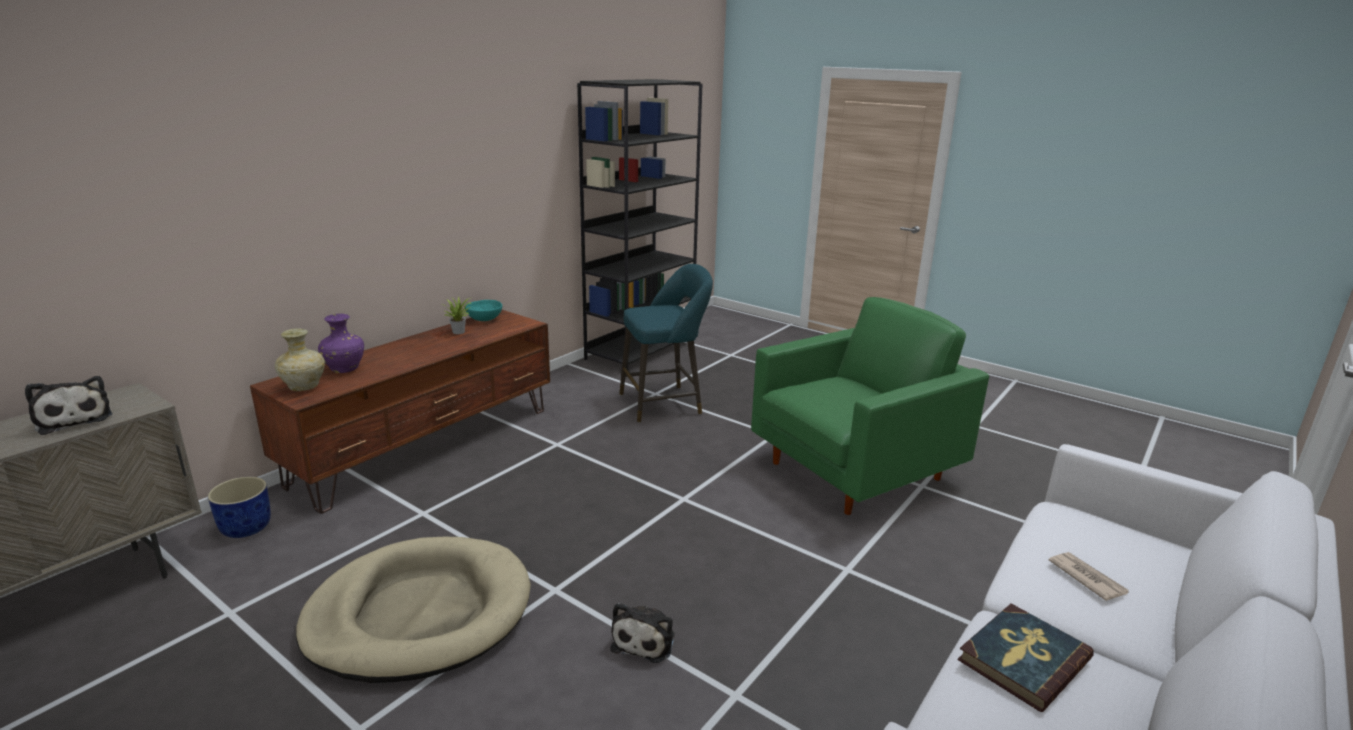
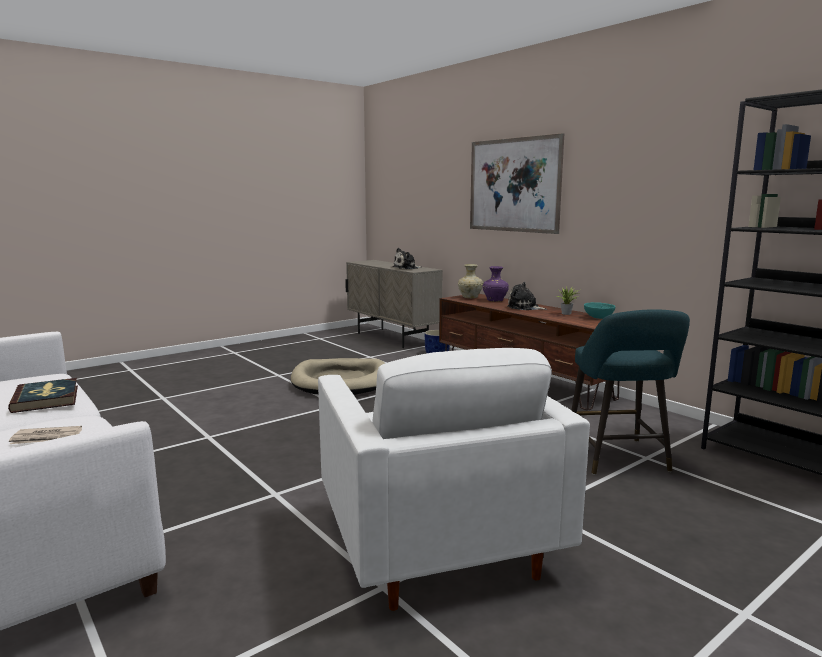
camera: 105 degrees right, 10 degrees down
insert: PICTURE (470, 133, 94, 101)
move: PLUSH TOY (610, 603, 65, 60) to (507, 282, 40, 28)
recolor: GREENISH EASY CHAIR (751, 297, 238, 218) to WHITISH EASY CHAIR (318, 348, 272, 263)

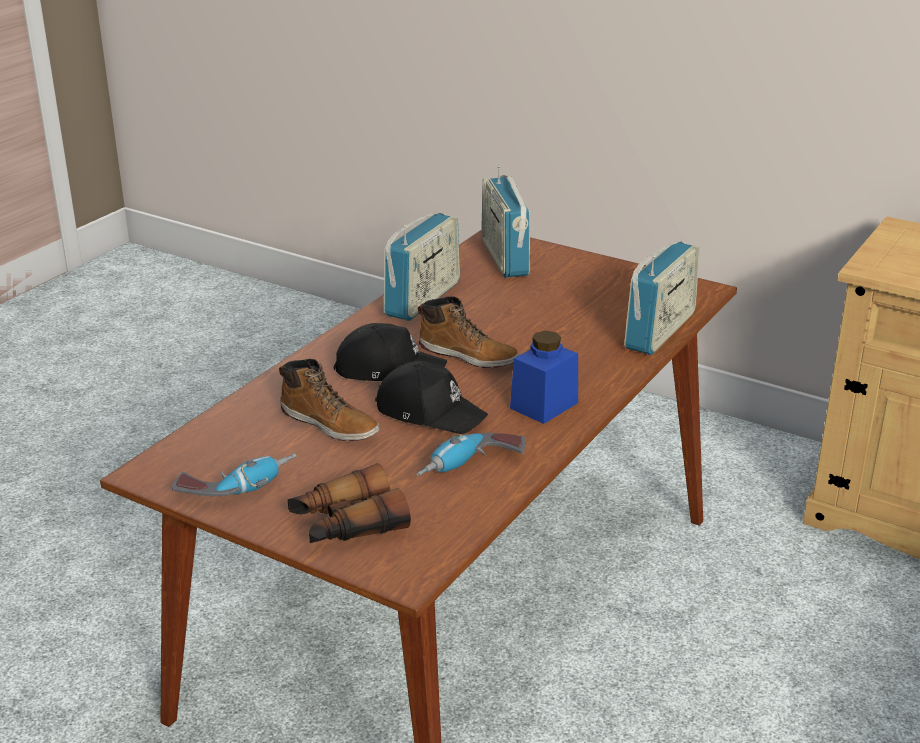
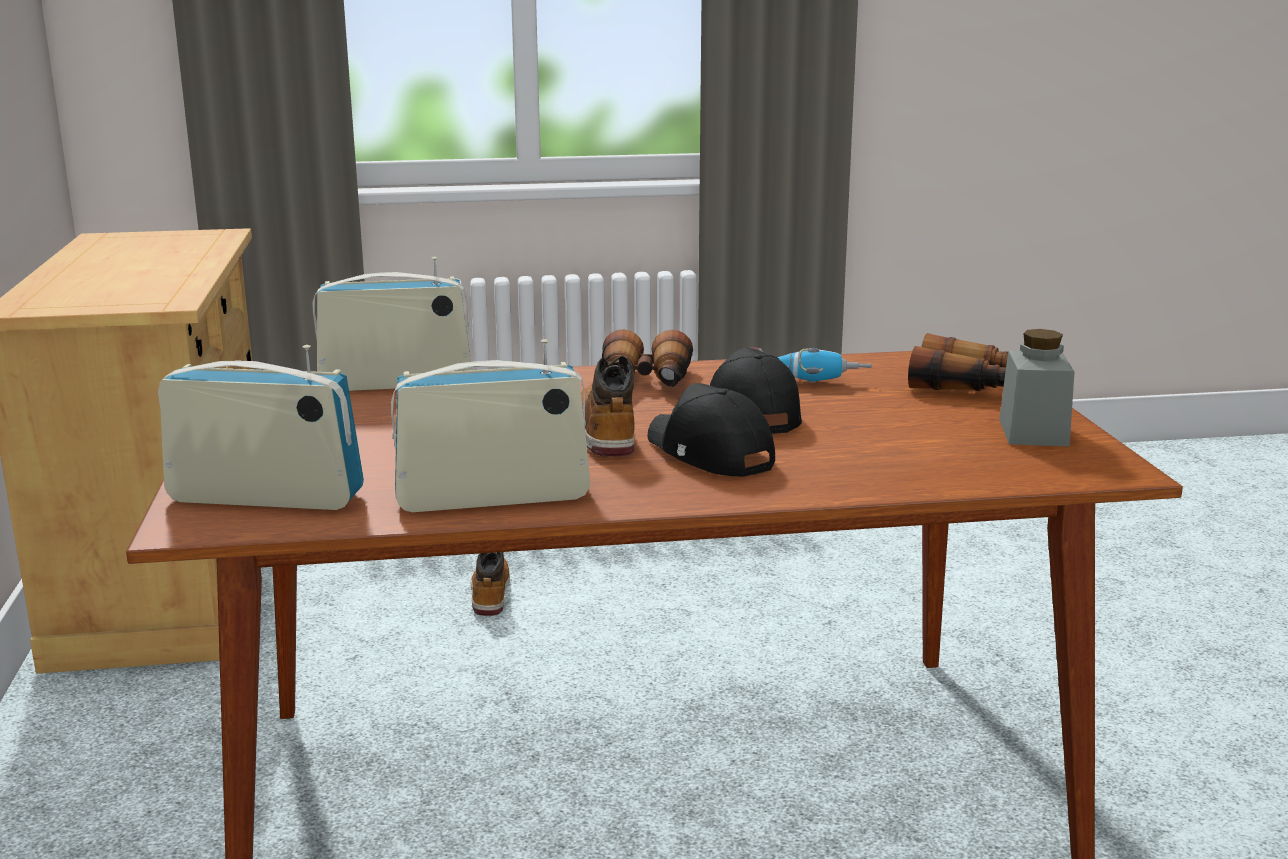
camera: 130 degrees left, 10 degrees down
move: HIGH-TOP BOOT (279, 359, 101, 82) to (471, 552, 39, 64)
replace: BLUE-COLOURED JAR (510, 331, 68, 93) to FIELD GLASSES (602, 329, 91, 58); POWER DRILL (172, 453, 125, 43) to GREY JAR (999, 329, 76, 118)
rotate: RADIO RECEIVER (481, 165, 49, 113) = (158, 345, 206, 165) 120 degrees counterclockwise

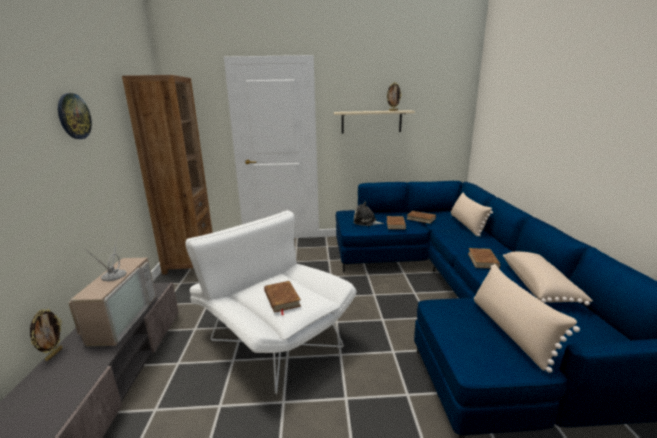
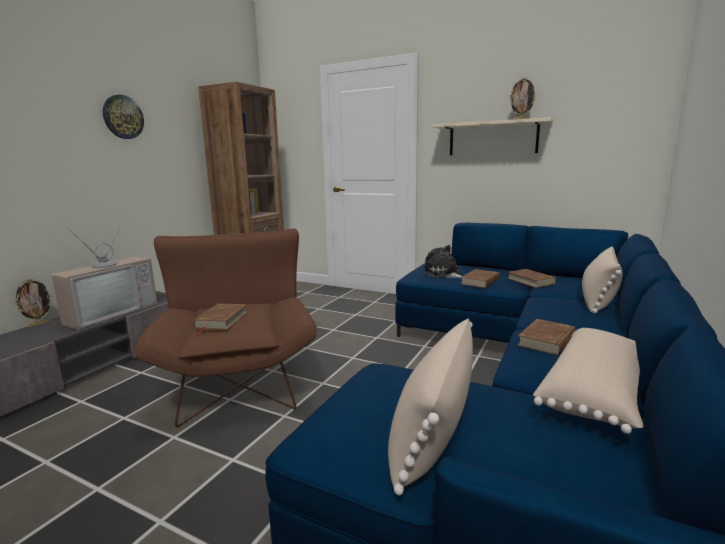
camera: 30 degrees right, 5 degrees down
recolor: WHITISH EASY CHAIR (185, 210, 172, 184) to BROWN-COLOURED EASY CHAIR (134, 228, 183, 199)

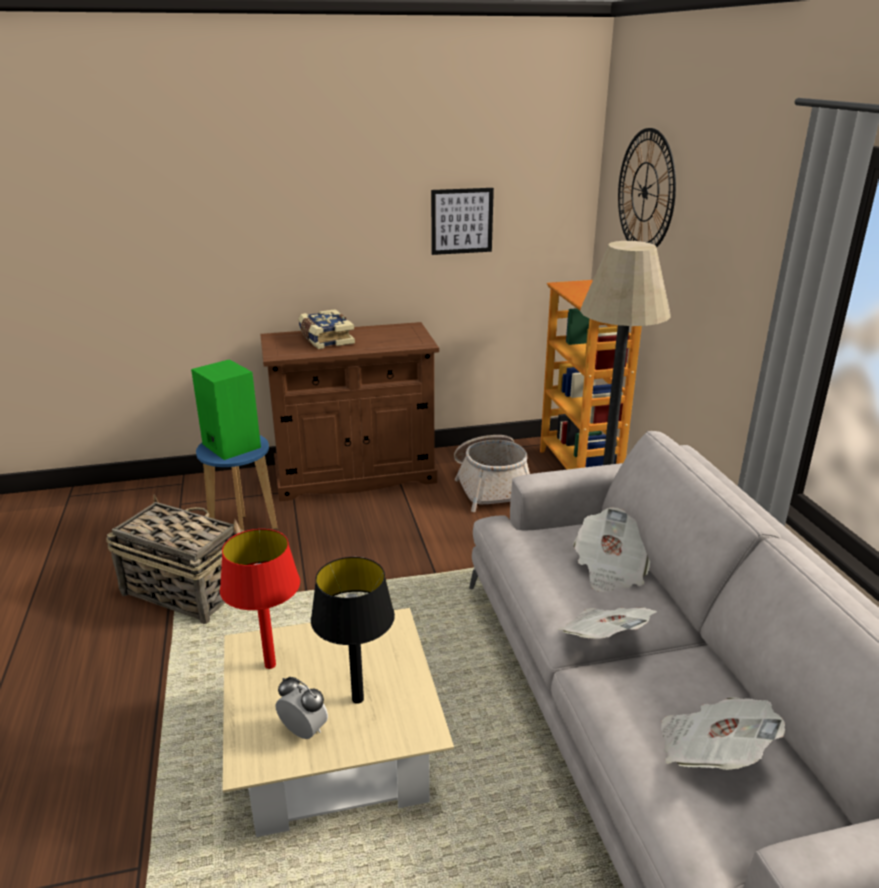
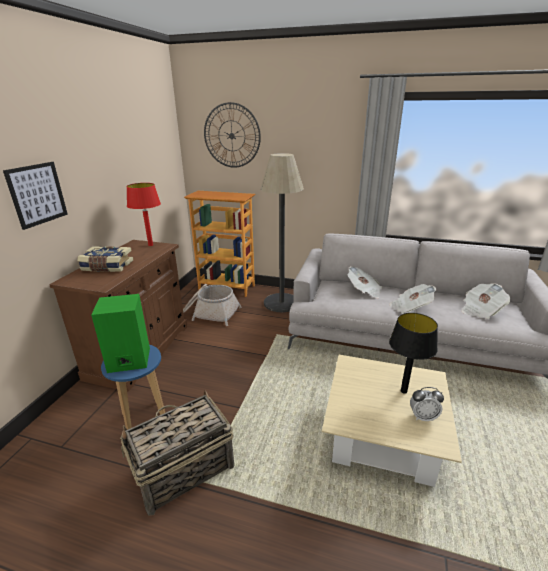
camera: 60 degrees left, 0 degrees up
move: PICTURE (431, 188, 63, 67) to (3, 162, 65, 68); REDDISH TABLE LAMP (220, 529, 80, 140) to (127, 183, 34, 63)
rotate: ALARM CLOCK (275, 677, 53, 62) = (410, 387, 34, 34) 150 degrees counterclockwise

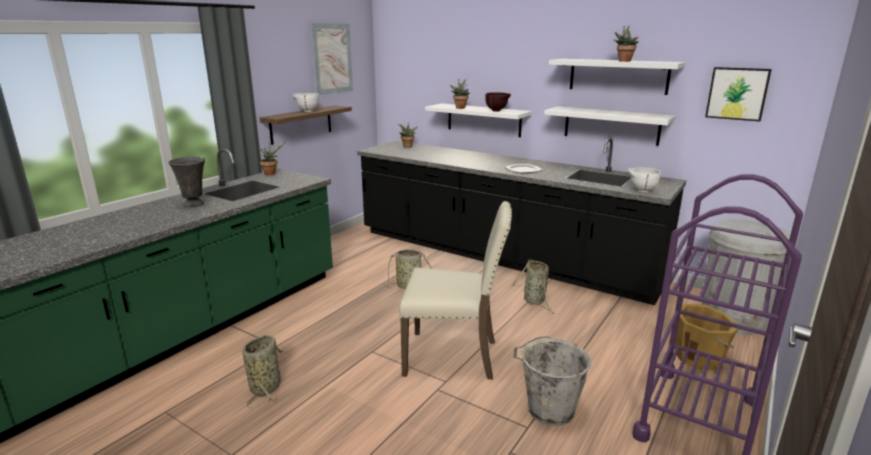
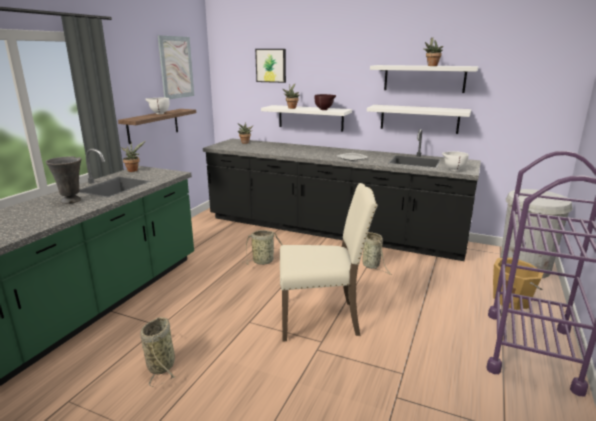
camera: 10 degrees left, 0 degrees up
delete: GREY PAIL (513, 336, 78, 90)
move: PICTURE (705, 67, 67, 55) to (255, 49, 31, 34)

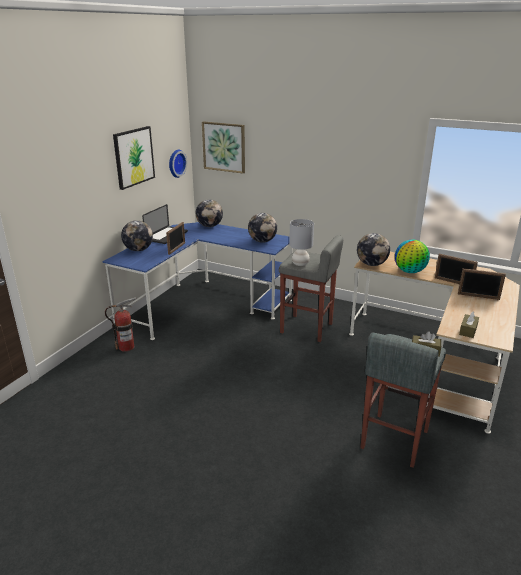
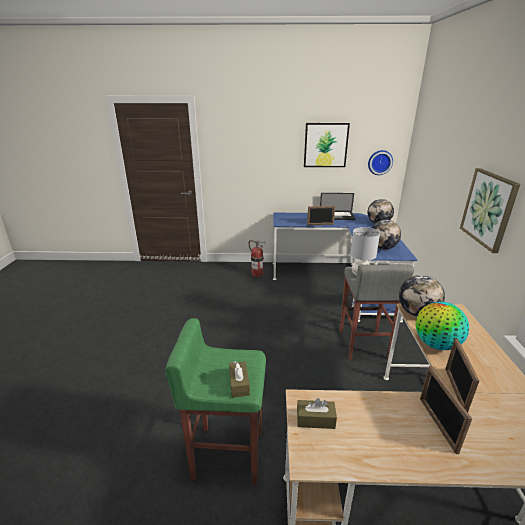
camera: 65 degrees right, 0 degrees up
delete: DESK GLOBE (121, 220, 32, 31)
move: PICTURE (202, 122, 43, 52) to (460, 168, 60, 85)
recolor: GREY STOOL SEAT (360, 332, 86, 136) to GREENISH STOOL SEAT (165, 318, 101, 167)

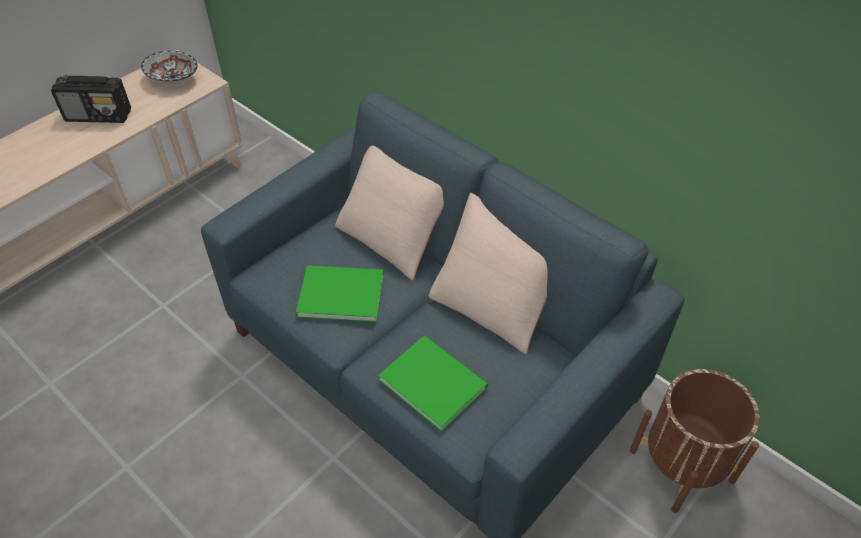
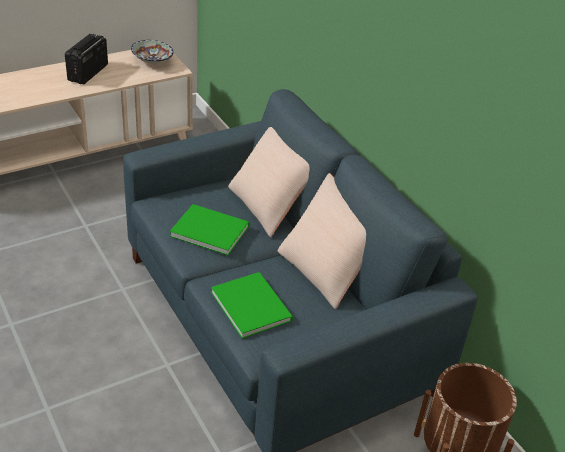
camera: 15 degrees right, 10 degrees down
rotate: RADIO RECEIVER (51, 75, 80, 48) = (65, 34, 43, 50) 90 degrees clockwise

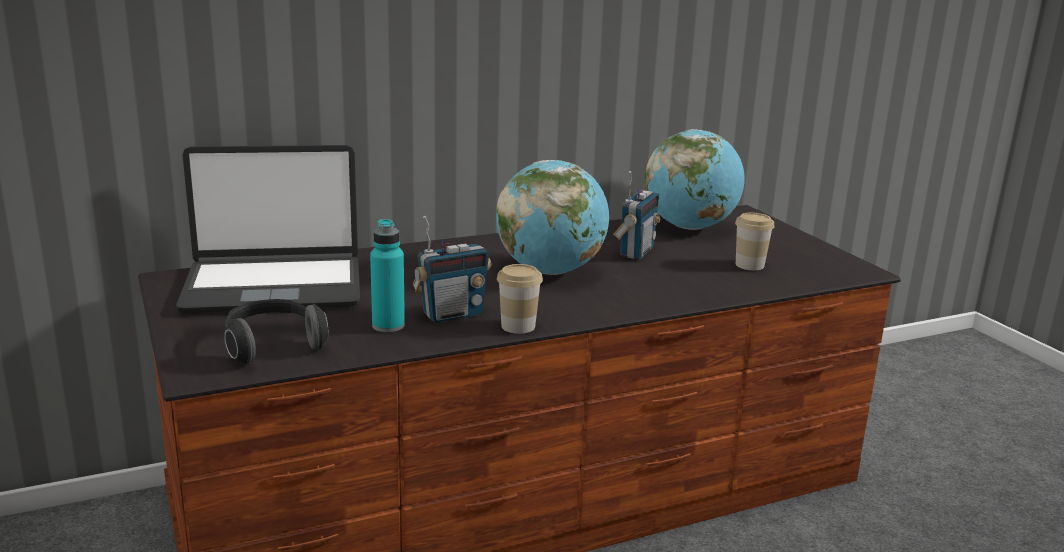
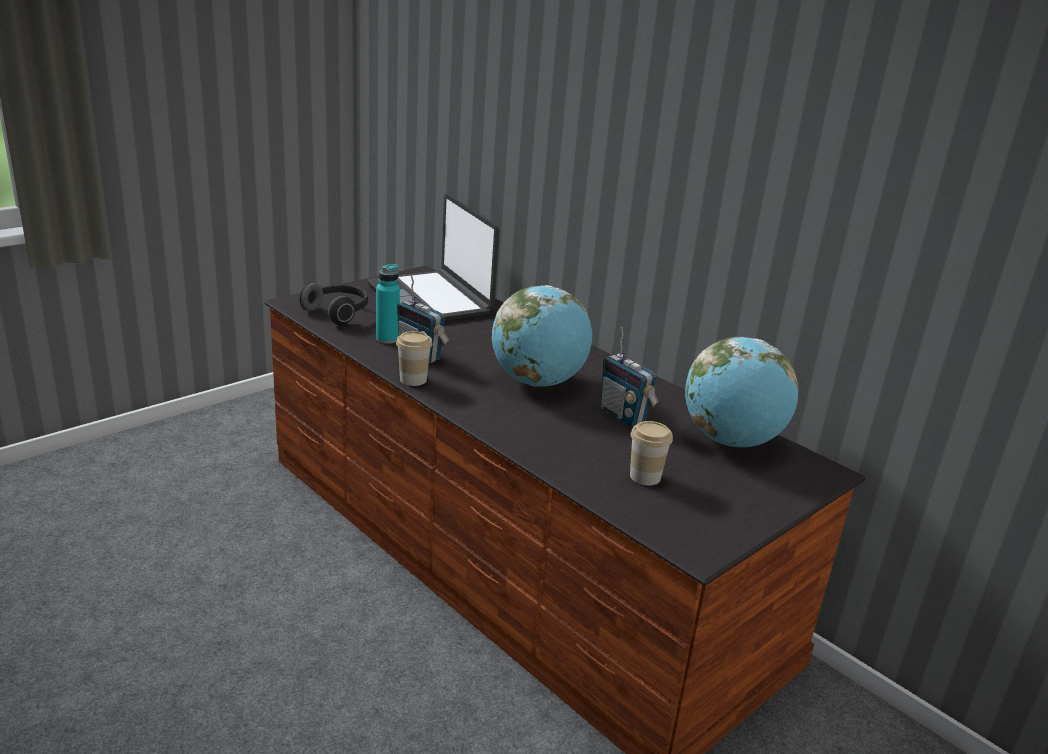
camera: 70 degrees right, 5 degrees up
rotate: RADIO RECEIVER (613, 171, 47, 88) = (601, 327, 58, 100) 45 degrees clockwise

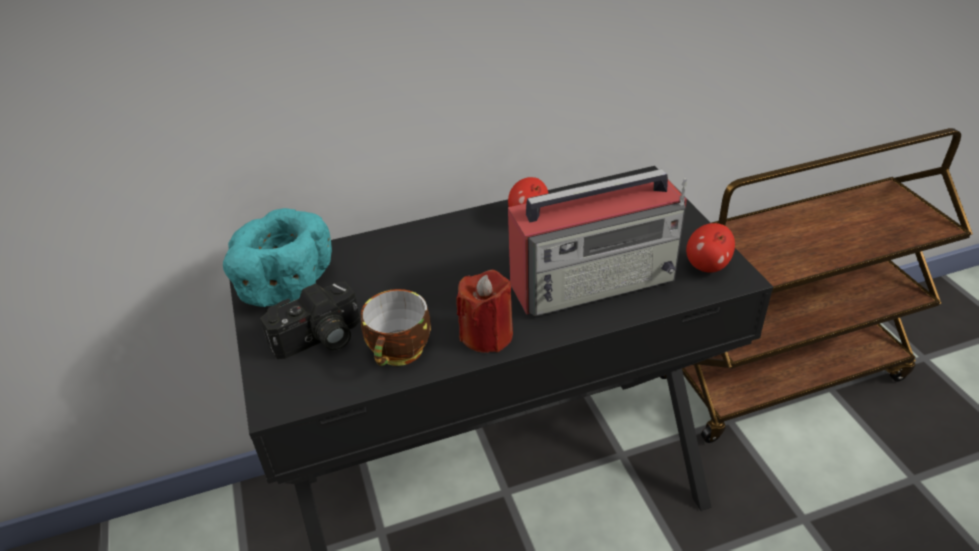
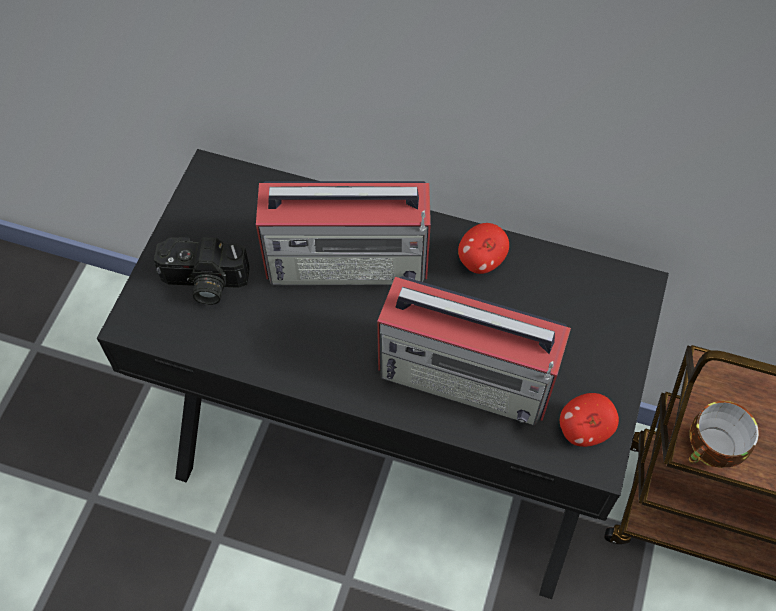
camera: 35 degrees right, 20 degrees up
delete: TURQUOISE BOWL (223, 208, 109, 99); REDDISH CANDLE (456, 270, 57, 83)
insert: RADIO RECEIVER (256, 181, 175, 104)
move: DRINKING CUP (361, 289, 70, 77) to (689, 401, 70, 67)

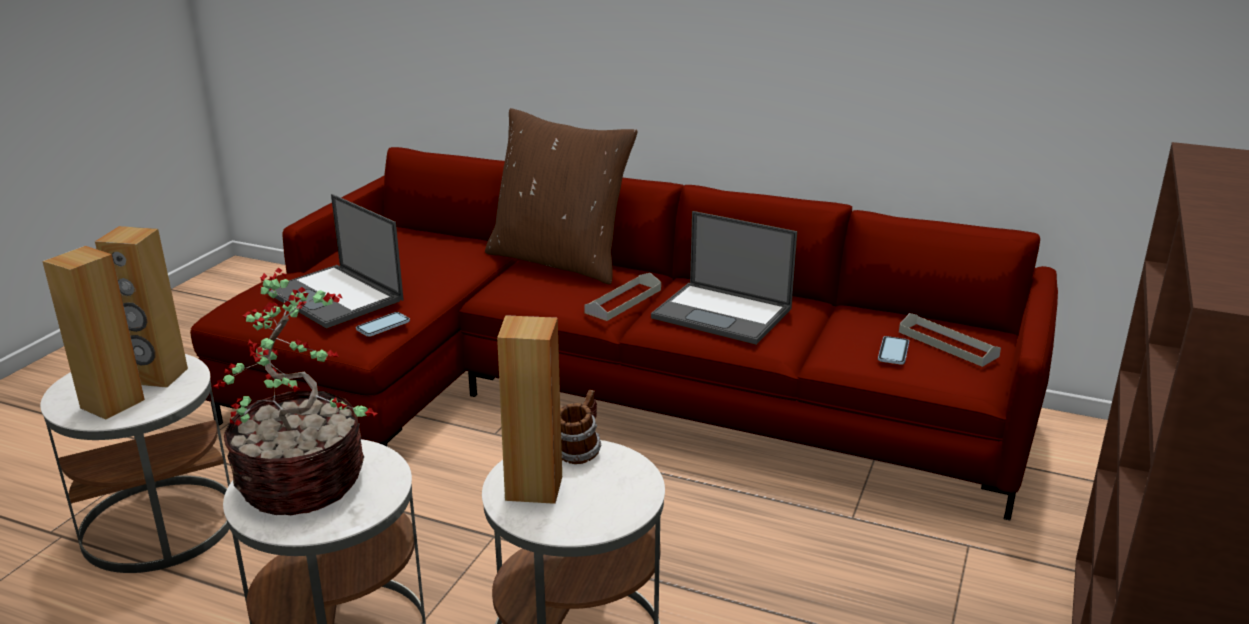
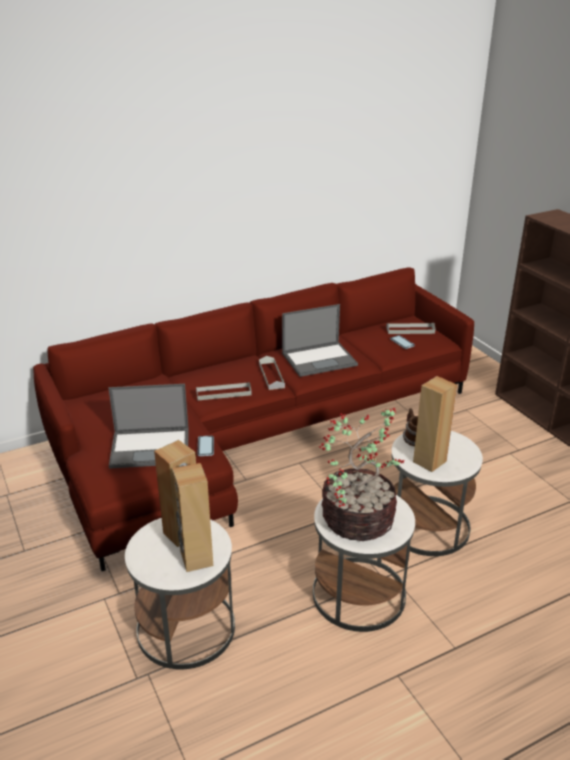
camera: 50 degrees left, 5 degrees up
delete: BROWN-COLOURED CUSHION (485, 108, 152, 176)
insert: GREY CARRYING TRAY (196, 382, 55, 18)

